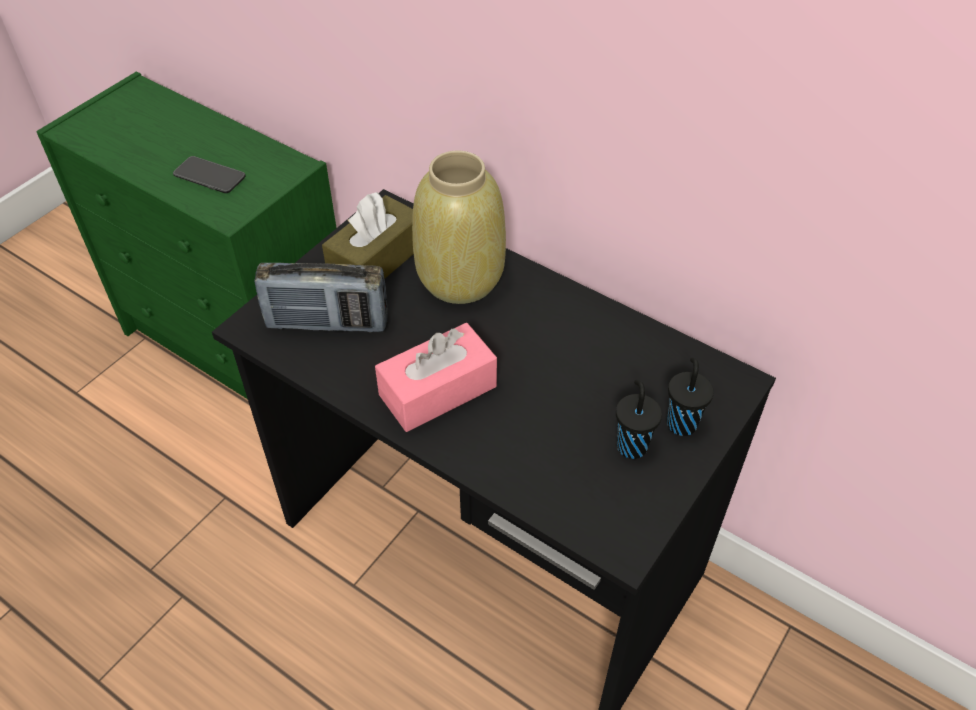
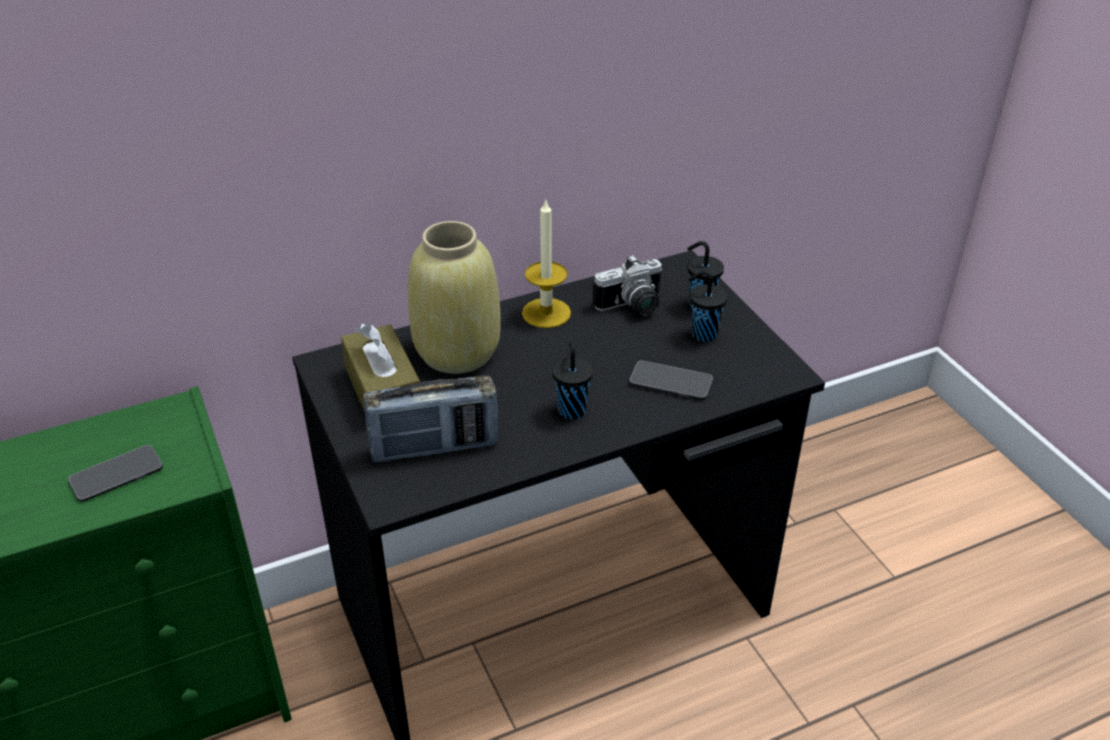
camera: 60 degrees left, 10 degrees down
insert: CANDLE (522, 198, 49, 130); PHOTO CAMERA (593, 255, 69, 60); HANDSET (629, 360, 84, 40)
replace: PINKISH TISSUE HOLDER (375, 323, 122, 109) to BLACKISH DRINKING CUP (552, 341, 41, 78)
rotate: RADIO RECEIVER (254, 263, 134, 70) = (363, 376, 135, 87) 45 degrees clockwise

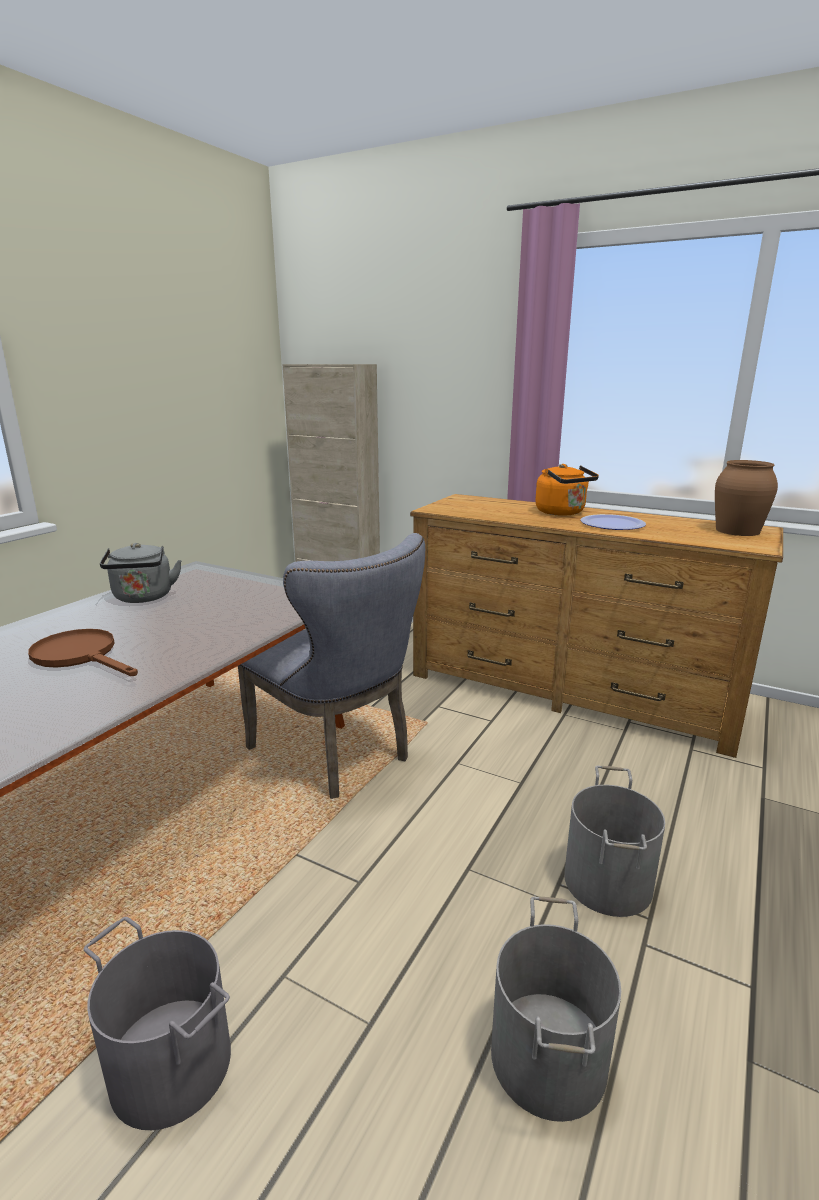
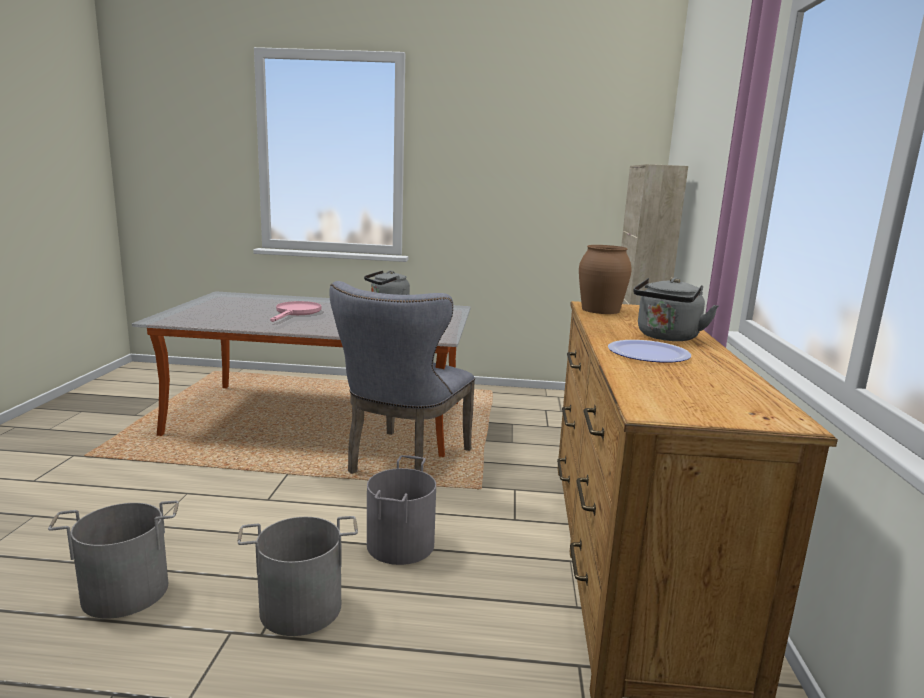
camera: 65 degrees right, 5 degrees down
move: GREY PAIL (84, 917, 147, 213) to (367, 455, 69, 110); BROWN-COLOURED FLOWER VASE (715, 460, 63, 76) to (579, 245, 53, 69)
recolor: BROWN-COLOURED FRYING PAN (28, 629, 110, 47) to PINKISH FRYING PAN (270, 301, 51, 21); ORANGEY KETTLE (535, 464, 64, 52) to GREY KETTLE (633, 277, 85, 64)

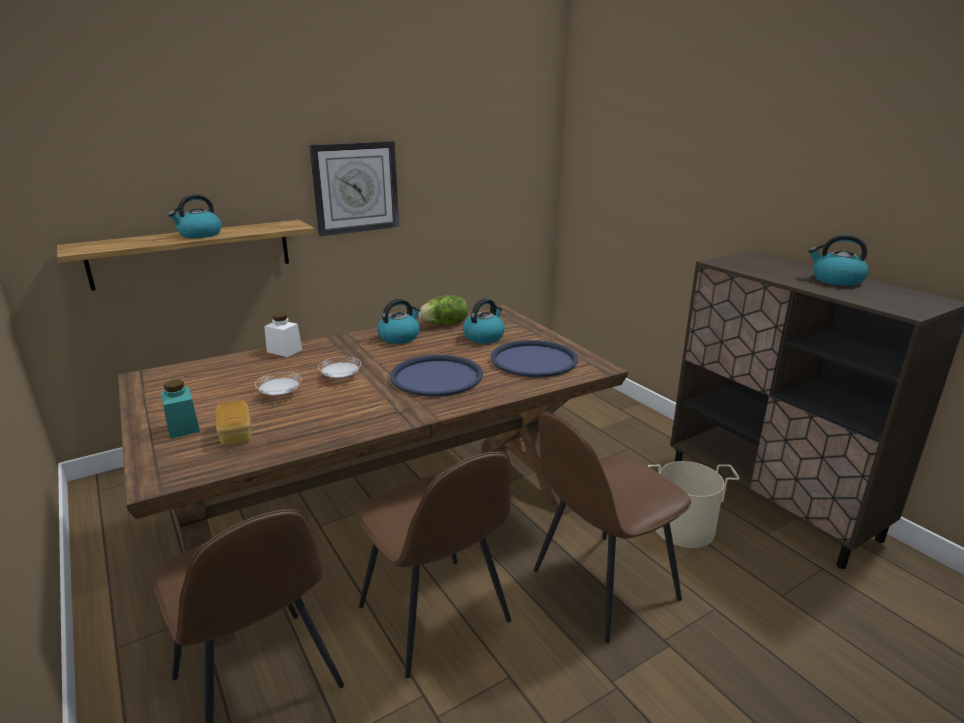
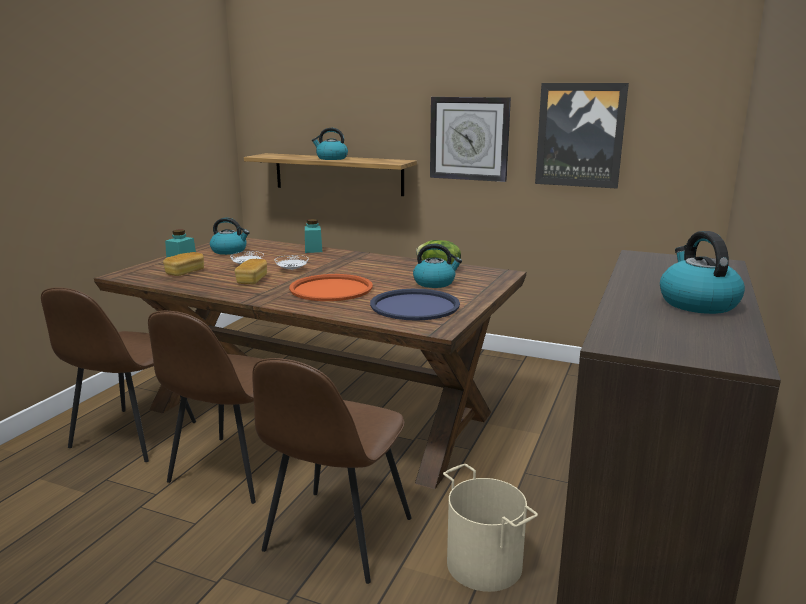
camera: 55 degrees right, 5 degrees down
insert: BAKED BREAD (234, 259, 33, 25); PICTURE (535, 83, 94, 106)
move: KETTLE (377, 299, 43, 45) to (210, 218, 39, 37)
recolor: BLUE-COLOURED CARRYING TRAY (390, 355, 93, 42) to ORANGEY CARRYING TRAY (289, 274, 84, 27); WHITISH JAR (264, 313, 38, 44) to TURQUOISE JAR (305, 219, 17, 34)
rotate: BROWN-COLOURED CHAIR (534, 411, 157, 232) = (252, 358, 160, 226) 90 degrees counterclockwise

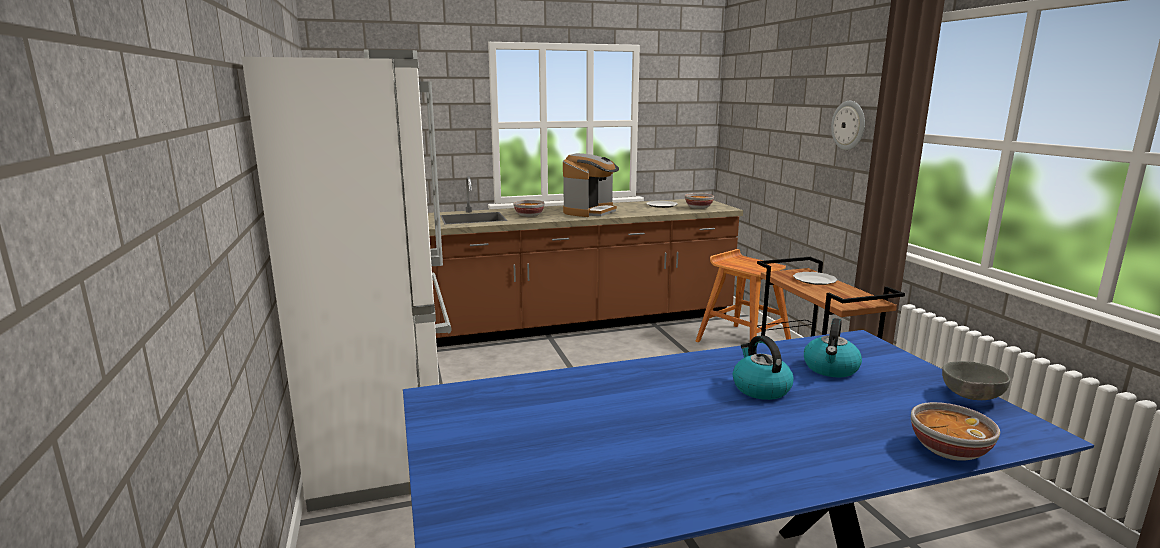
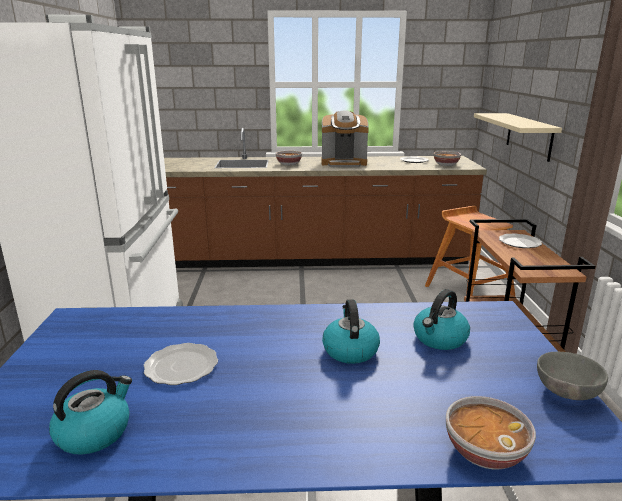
camera: 15 degrees right, 5 degrees up
delete: HANGING CLOCK (831, 101, 34, 49)
insert: KETTLE (49, 370, 83, 85); DINNER PLATE (144, 343, 74, 42); BEIGE WALL SHELF (474, 113, 88, 49)
rotate: COFFEE MACHINE (563, 153, 56, 64) = (321, 111, 48, 56) 45 degrees clockwise

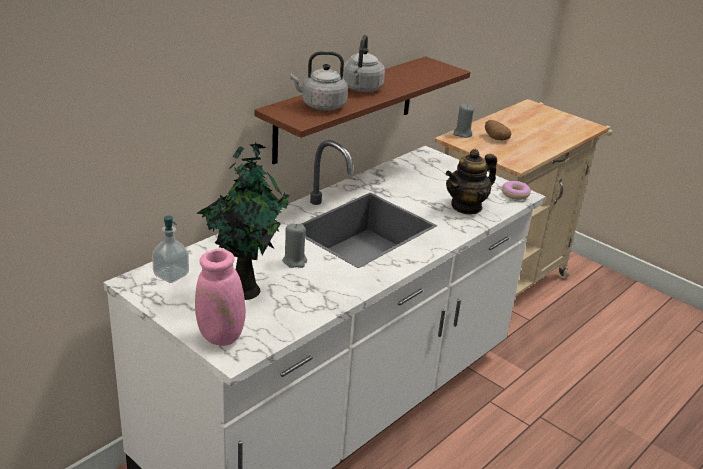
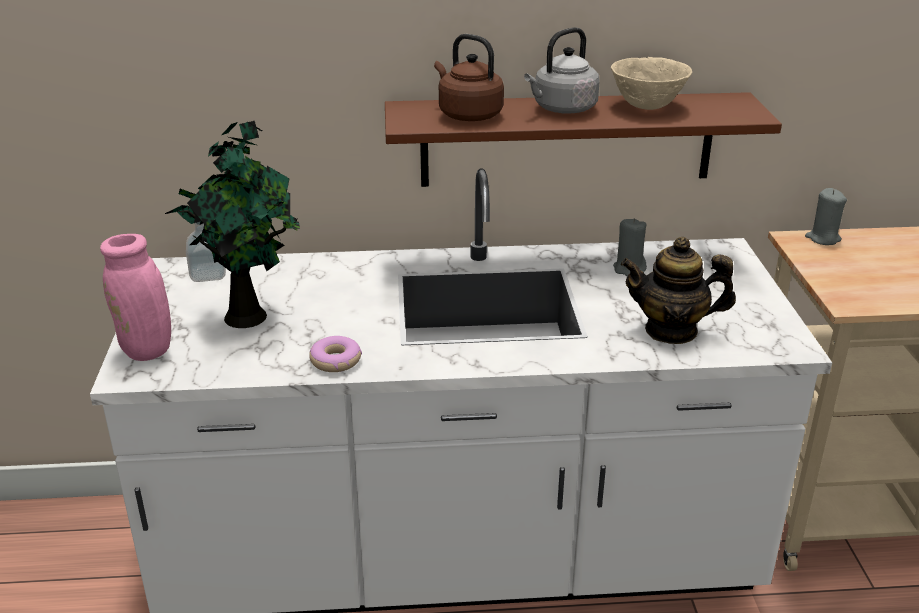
camera: 45 degrees right, 0 degrees up
delete: POTATO (485, 120, 26, 20)
insert: BEIGE BOWL (611, 57, 81, 53)
move: DOUGHNUT (502, 181, 29, 19) to (309, 336, 53, 36); GREY CANDLE (282, 223, 25, 45) to (613, 218, 34, 59)
recolor: GREY KETTLE (290, 51, 58, 59) to BROWN-COLOURED KETTLE (434, 34, 70, 87)

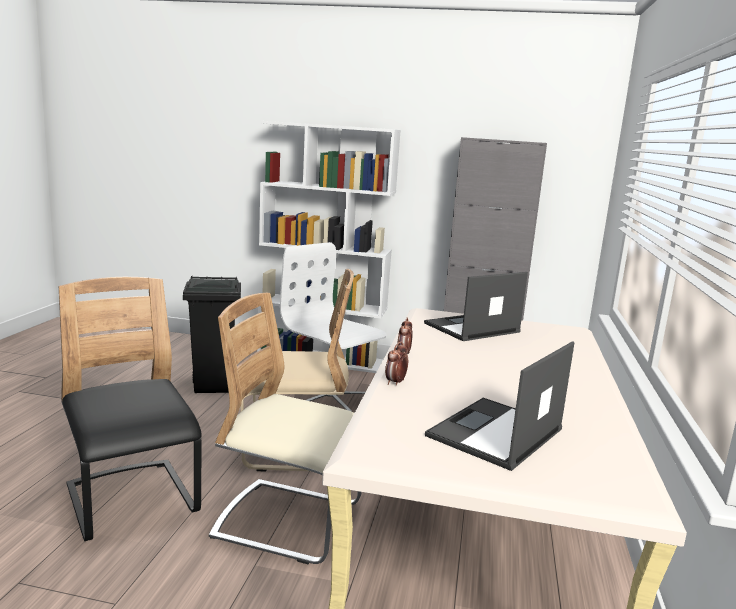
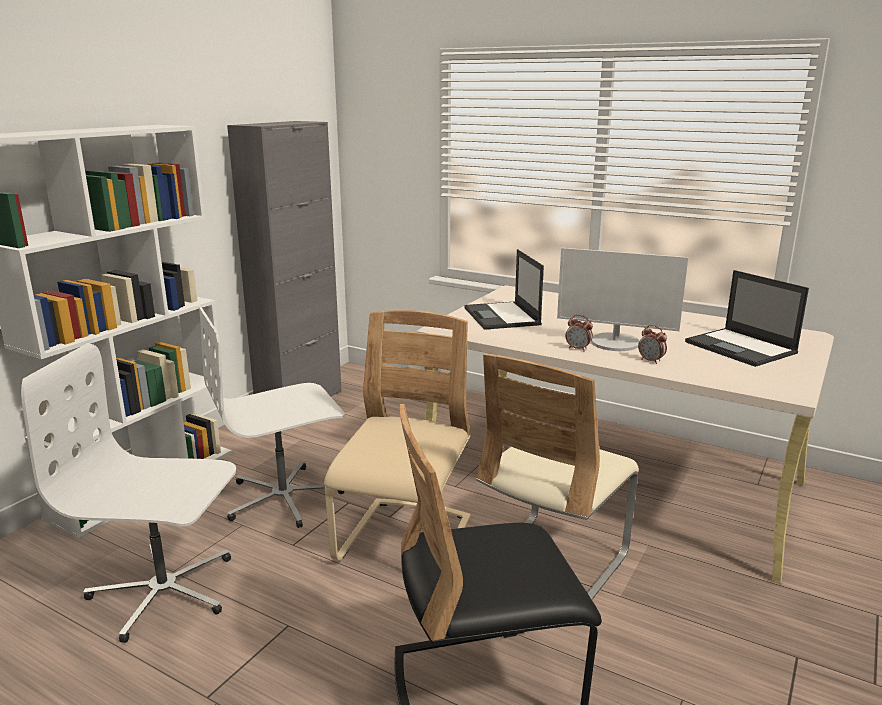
camera: 70 degrees left, 5 degrees up
insert: COMPUTER DISPLAY (557, 248, 131, 103)
replace: BLACKISH WASTE BIN (183, 276, 58, 117) to WHITISH DESK CHAIR (21, 343, 215, 300)

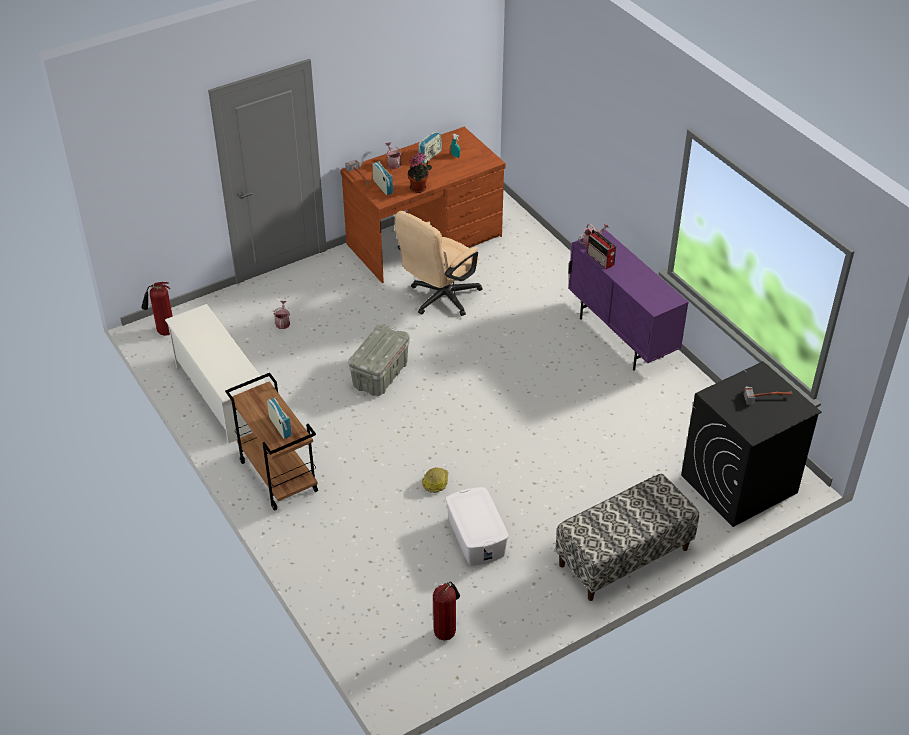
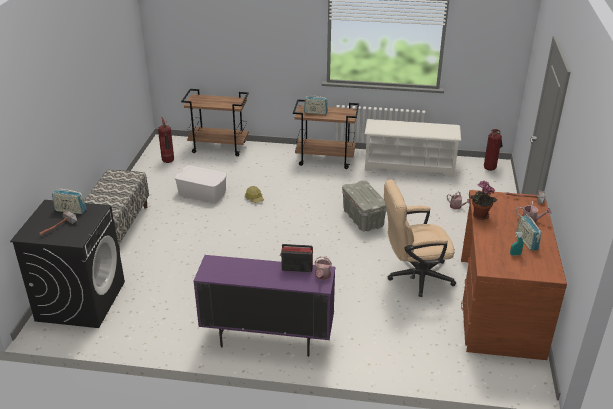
camera: 130 degrees right, 10 degrees down
insert: BROWN-COLOURED WHEELED CART (181, 89, 68, 67)
move: RADIO RECEIVER (373, 161, 20, 34) to (52, 187, 34, 27)
rotate: BEIGE DESK CHAIR (395, 211, 87, 105) = (384, 180, 72, 117) 90 degrees counterclockwise

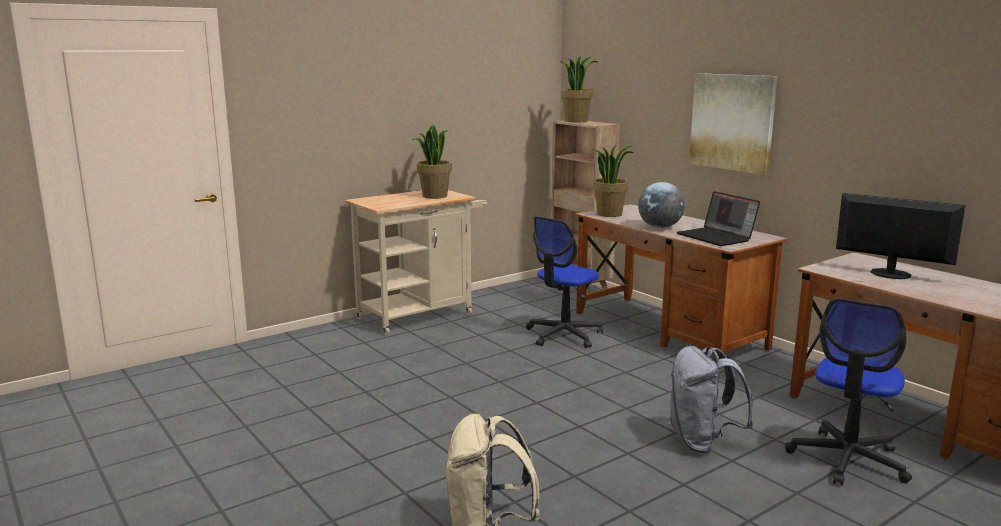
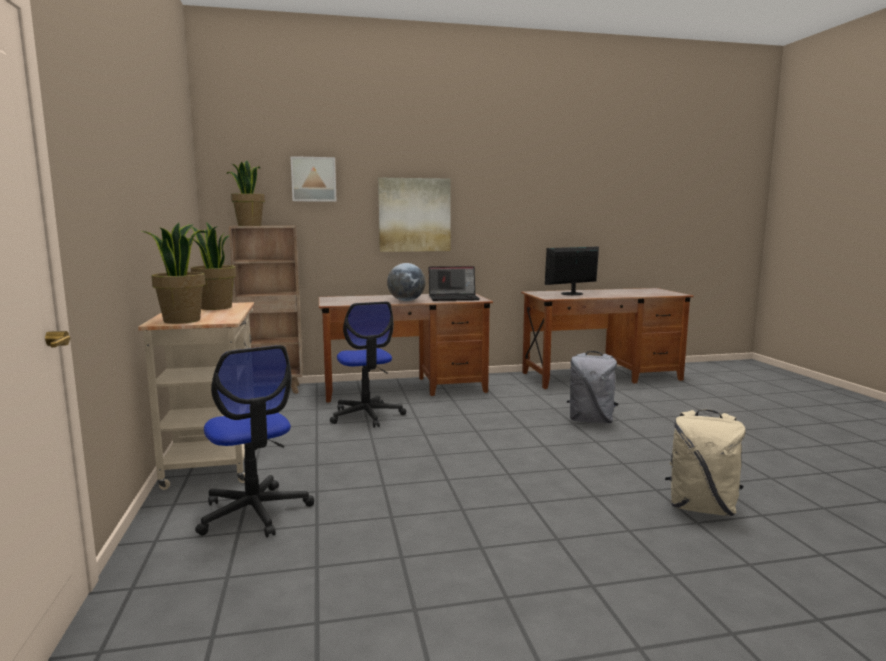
camera: 65 degrees left, 5 degrees down
insert: PICTURE (290, 156, 47, 46)
move: HOUSEPLANT (593, 144, 41, 73) to (142, 223, 66, 101); DESK CHAIR (785, 298, 127, 188) to (195, 345, 119, 192)

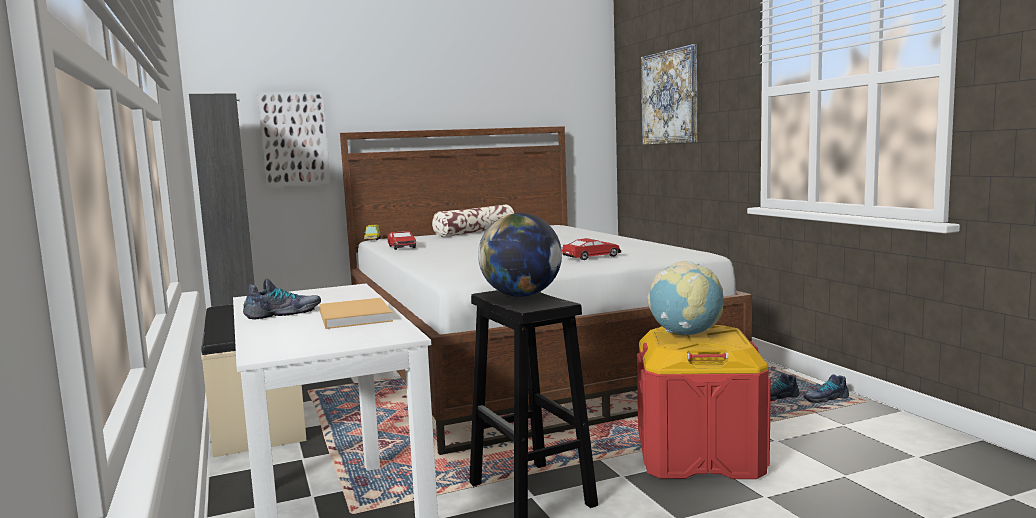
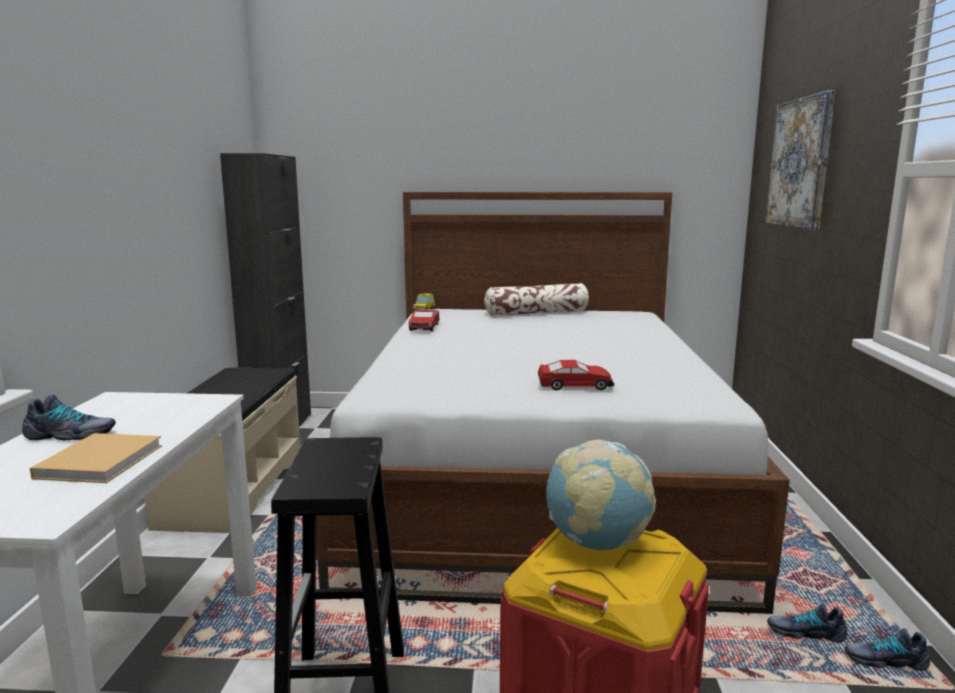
camera: 25 degrees right, 5 degrees up
delete: PICTURE (258, 91, 73, 97); DESK GLOBE (478, 213, 84, 84)

